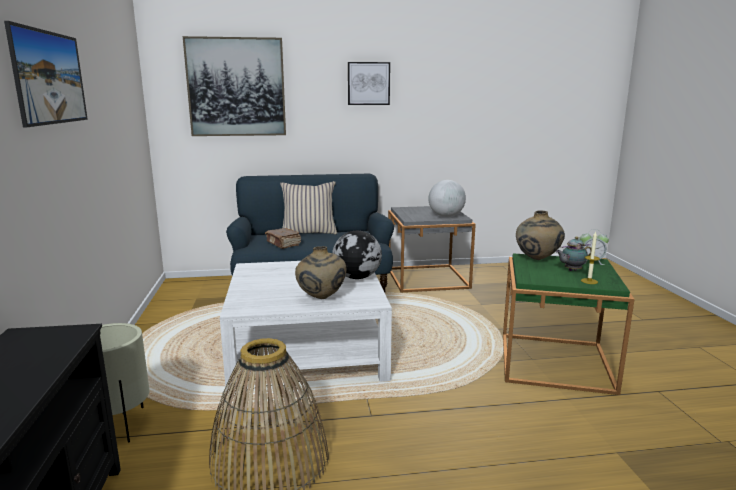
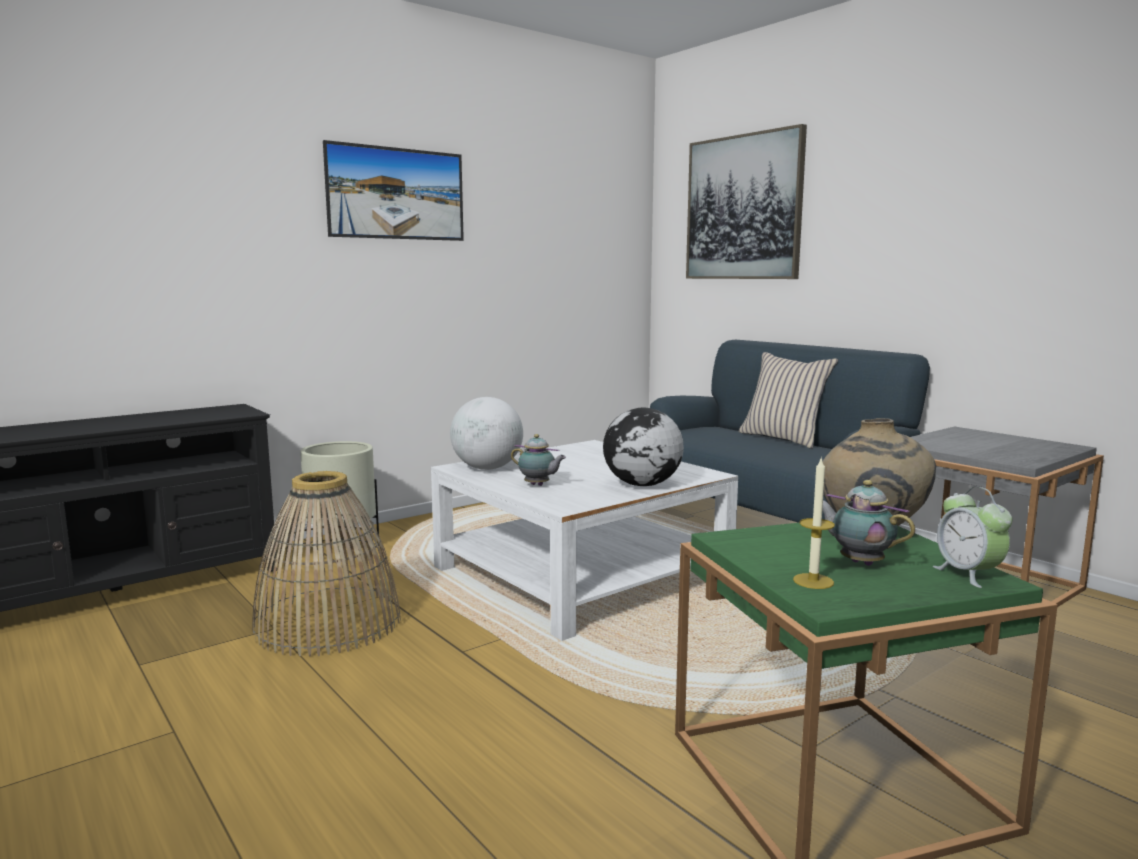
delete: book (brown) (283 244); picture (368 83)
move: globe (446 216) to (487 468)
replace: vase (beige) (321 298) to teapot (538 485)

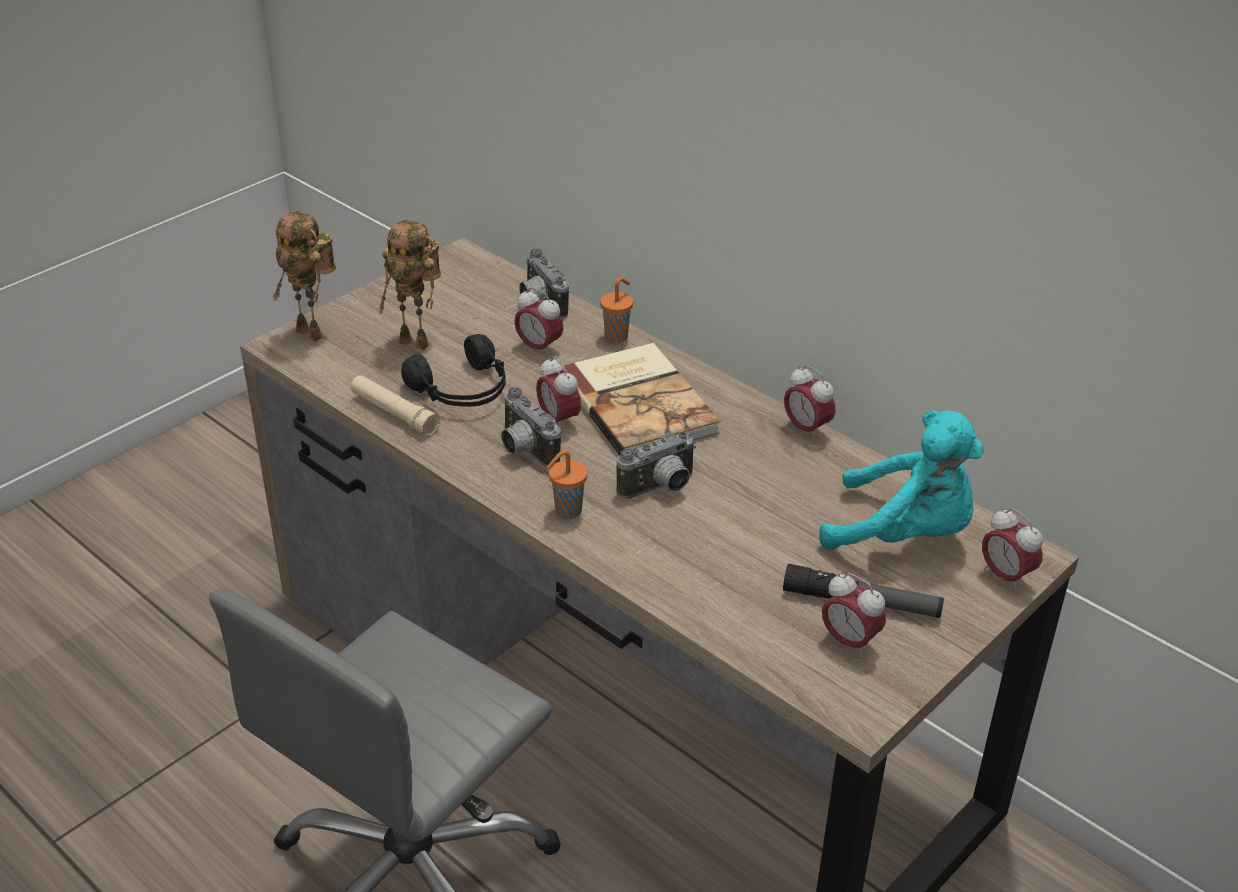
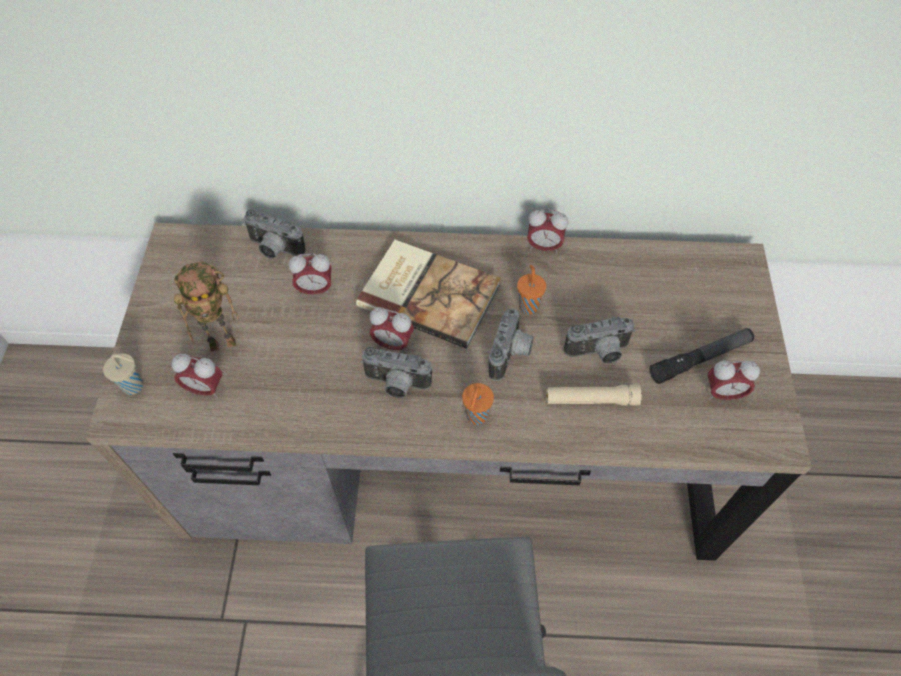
delete: headphones (black) (463 390); plush toy (turquoise) (904 534)
insert: photo camera (598 353)
move: flashlight (beige) (394 413) to (591 400); cup (orange) (617 336) to (528 305); alarm clock (1005 576) to (205 388)
replace: toy robot (313 333) to cup (beige) (134 386)

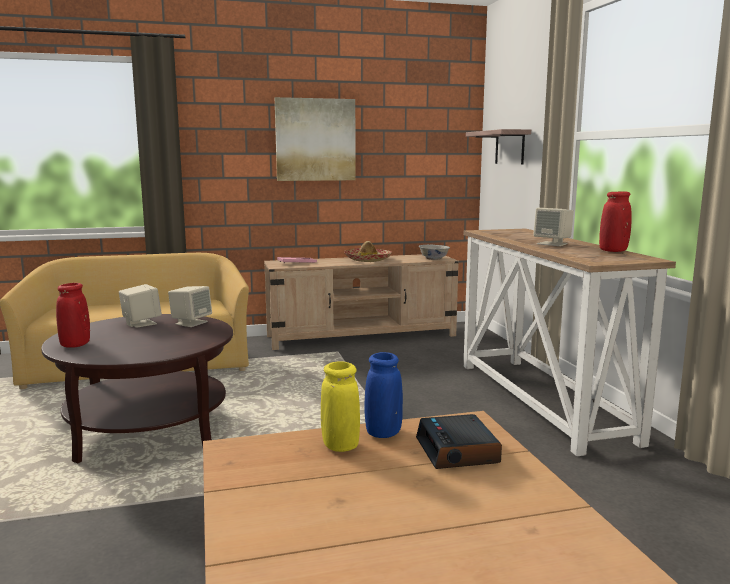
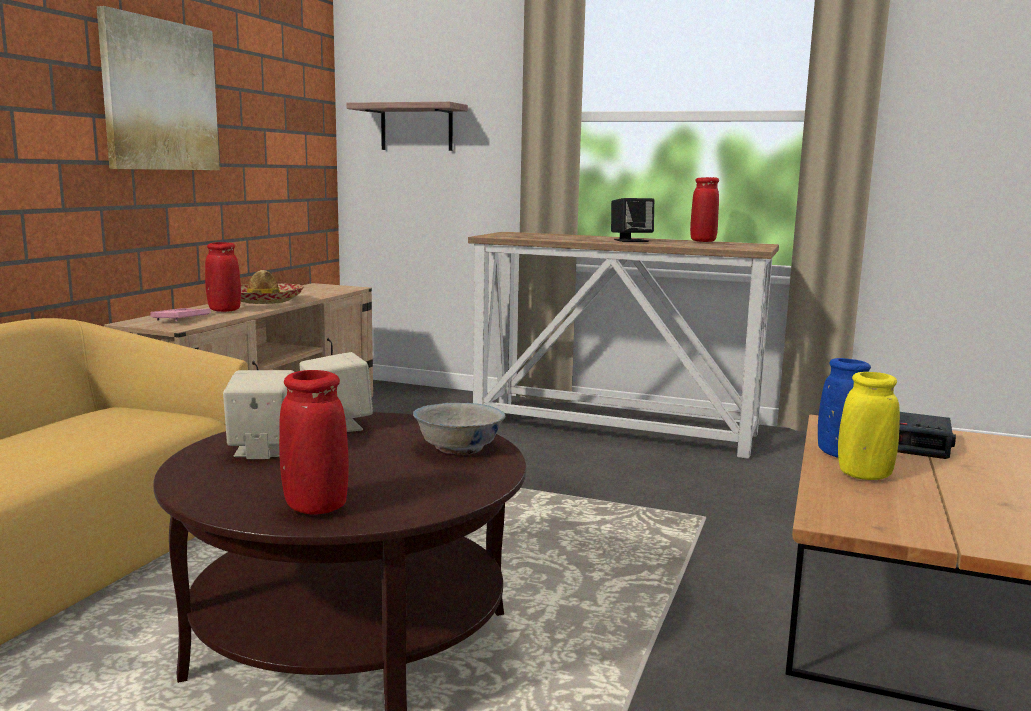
insert: vase (red) (224 310)
move: bowl (white) (433 258) to (458 448)
recolor: speaker (beige) (552 244) to speaker (black) (631 240)

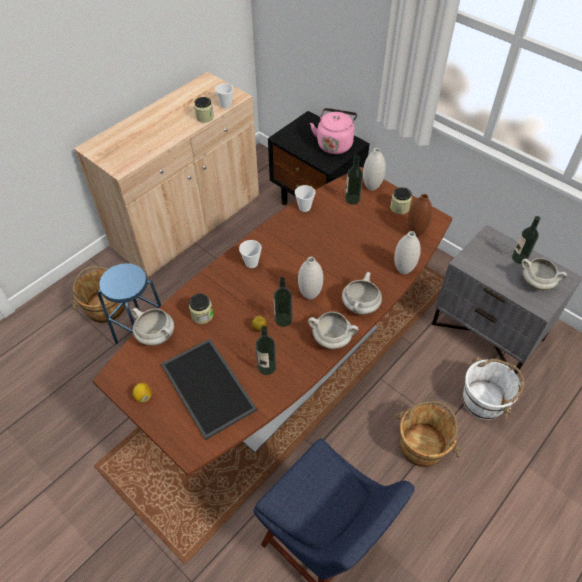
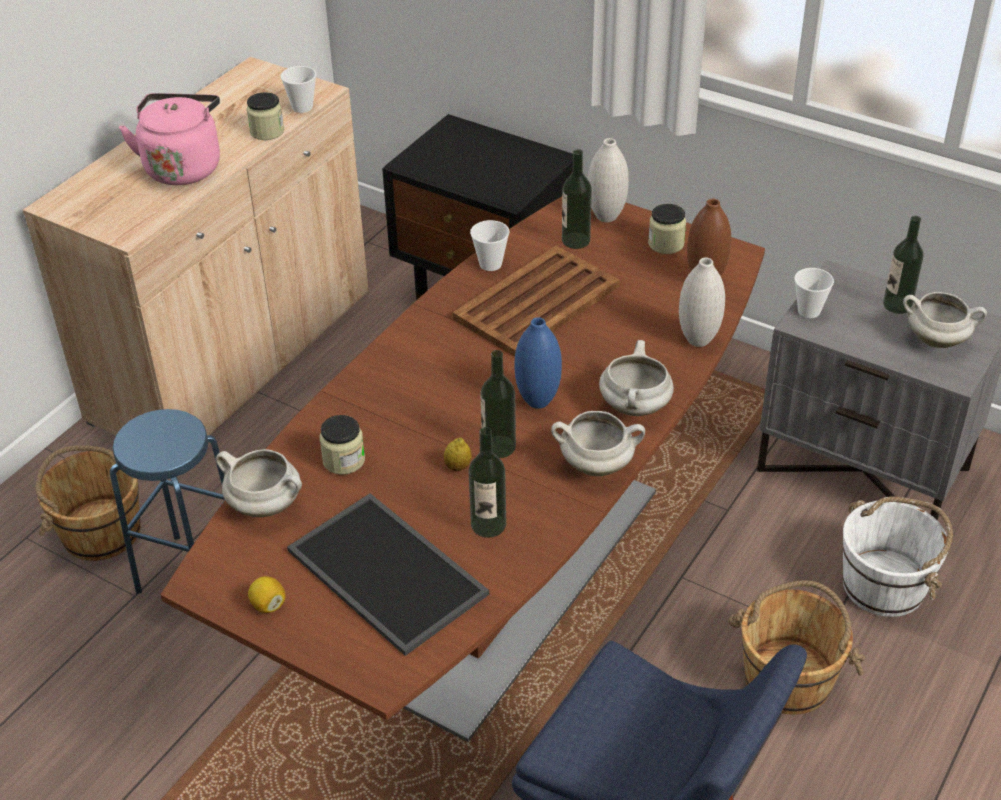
insert: tray (brown) (538 302)
move: cup (251 263) to (809 311); kettle (pink) (334 144) to (183 166)
recolor: vase (white) (310 295) to vase (blue) (538 401)

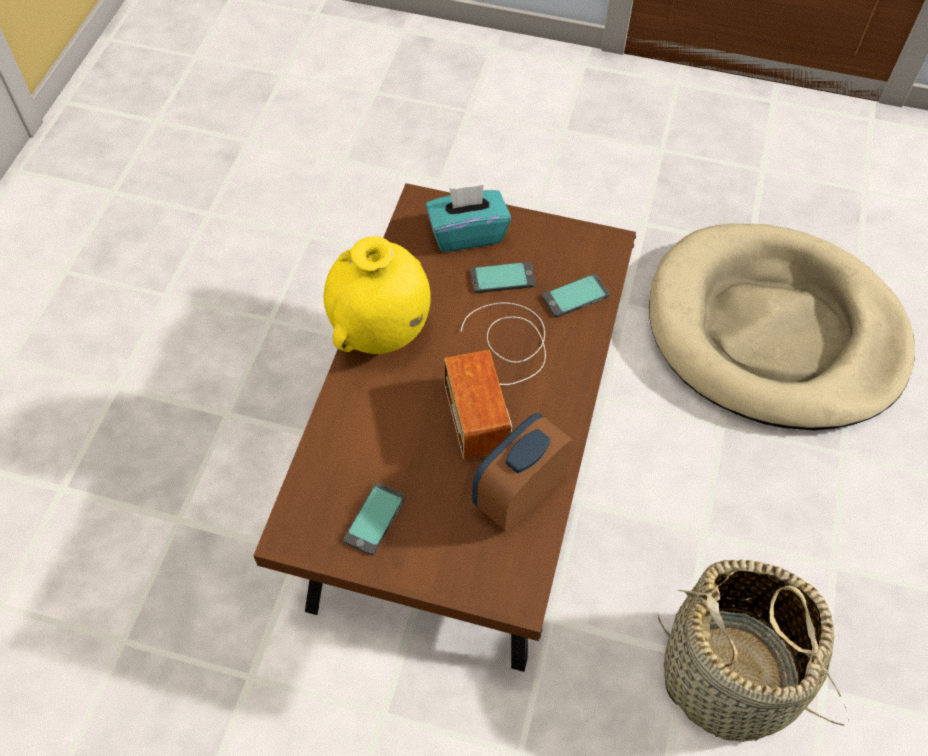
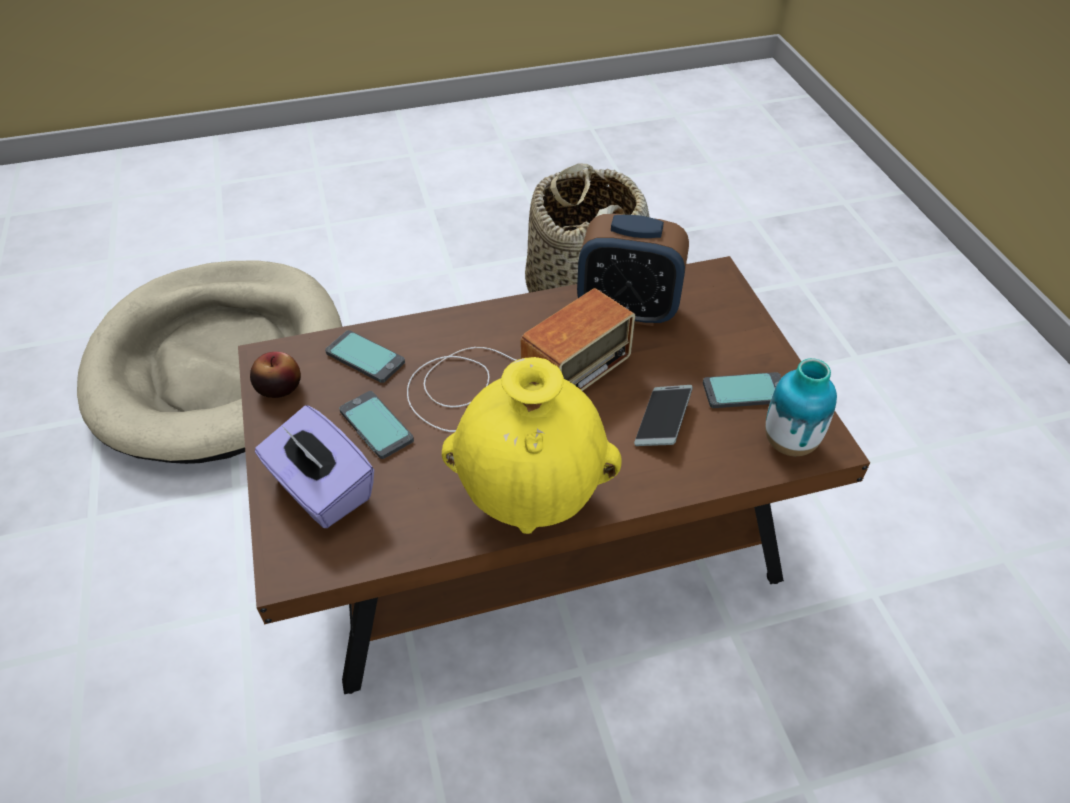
insert: apple (279 387); phone (662 421); vase (789 443)
recolor: tissue box (turquoise) (467 233) to tissue box (purple) (321 490)

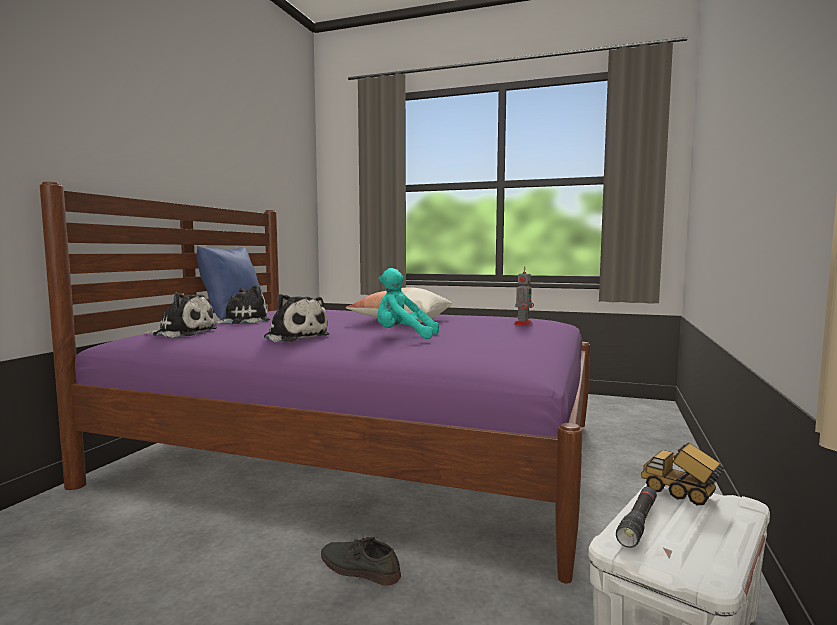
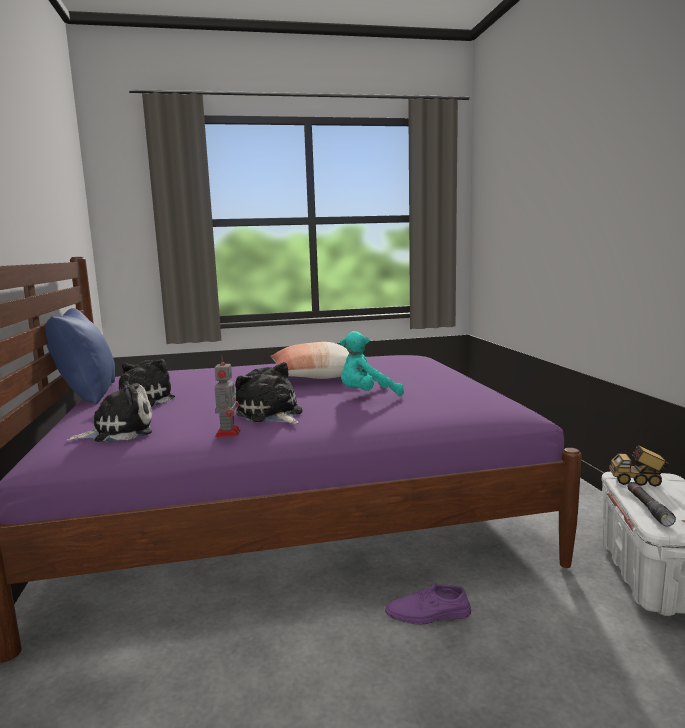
move: toy robot (523 324) to (228 433)
recolor: shoe (grey) (358 568) to shoe (purple) (428 614)
rotate: plush toy (295 337) = (270 414) 135 degrees counterclockwise

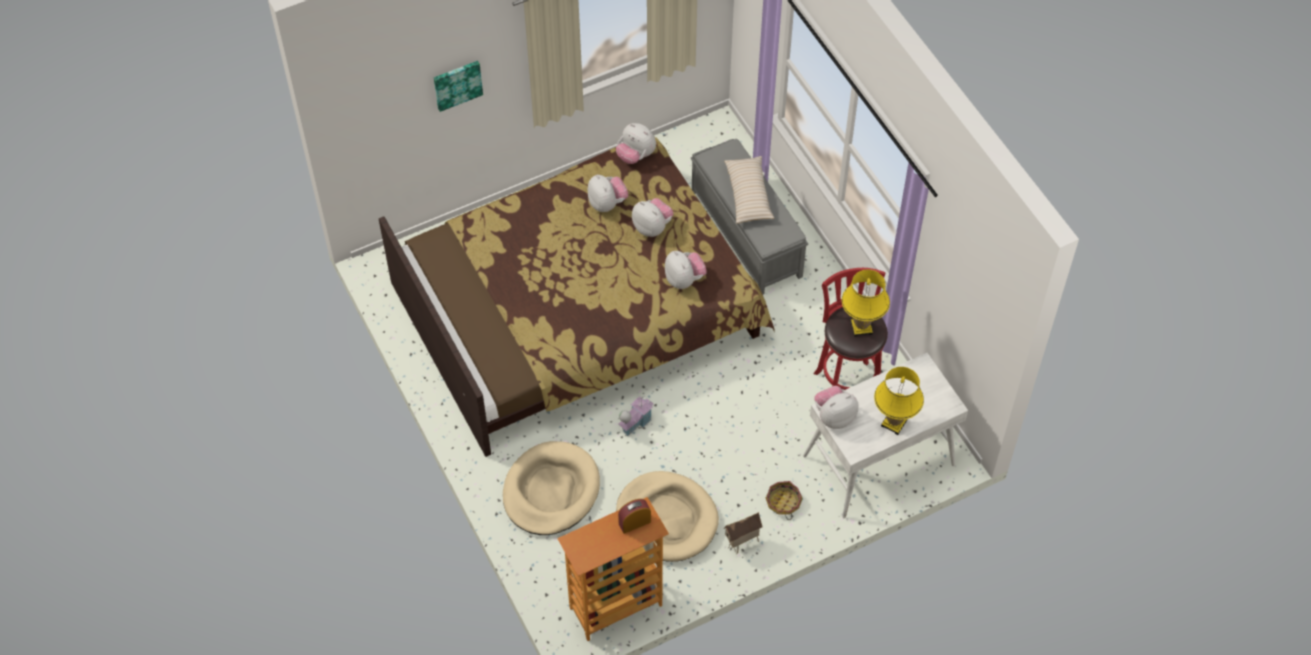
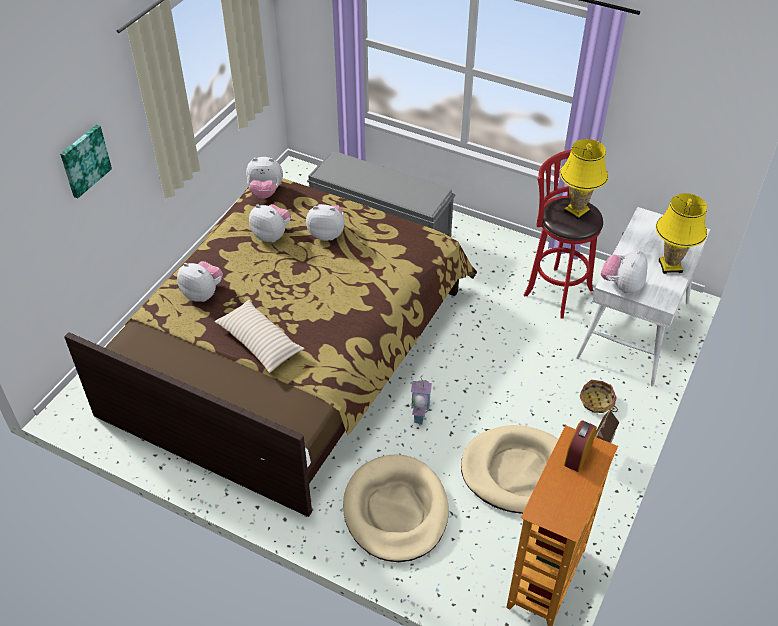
move: plush toy (684 279) to (203 293); pillow (beige) (748 195) to (259 342)

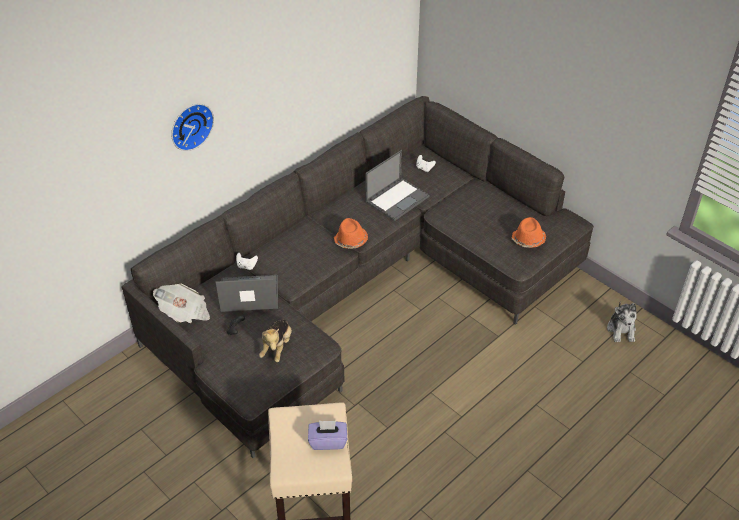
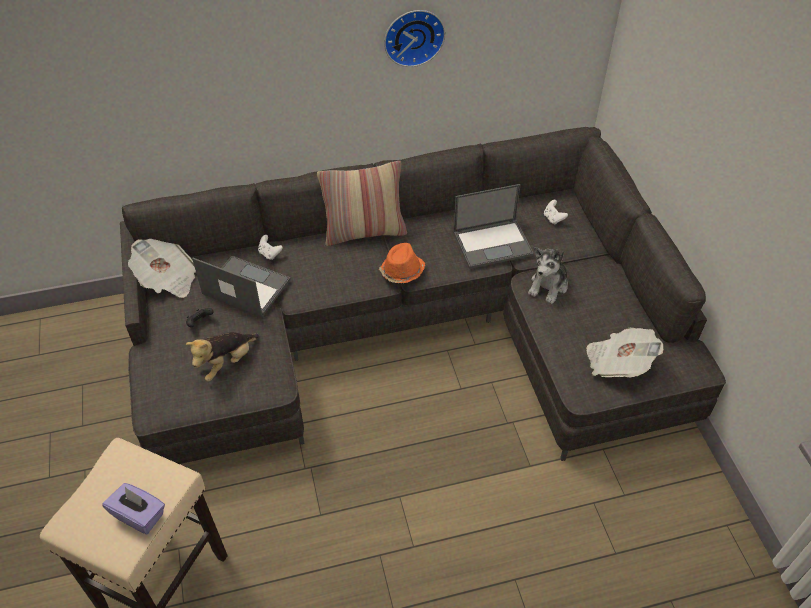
insert: pillow (364 232)
move: wall clock (190 125) to (413 36); plush toy (621 330) to (548 286)
replace: hat (orange) (528 240) to newspaper (618 363)

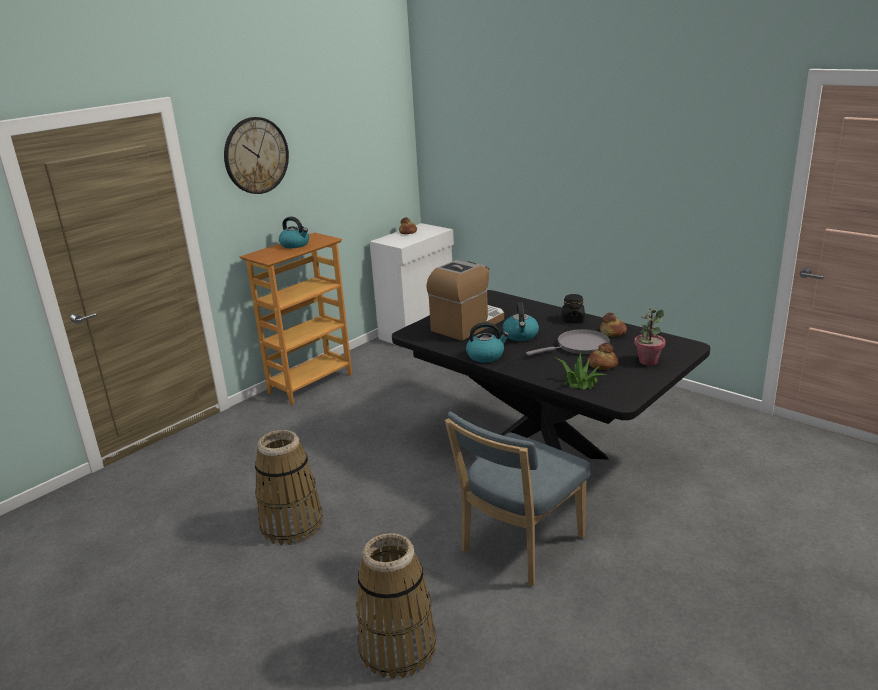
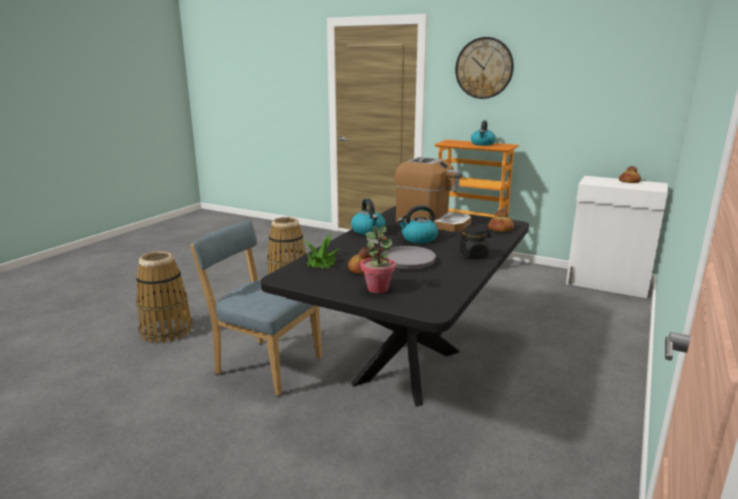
move: bread (613 332) to (501 229)

